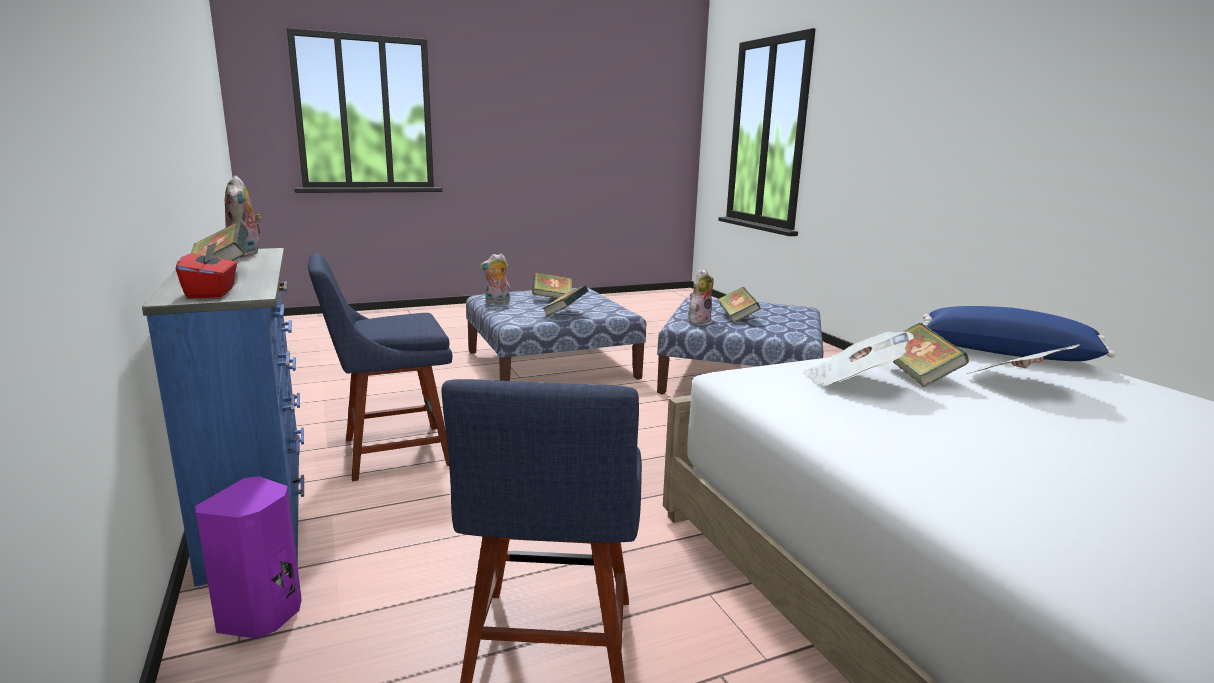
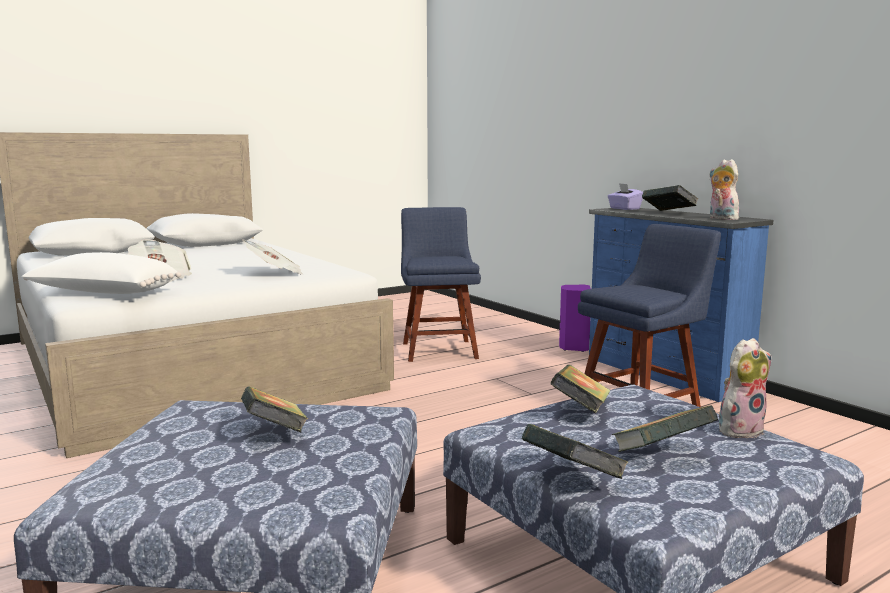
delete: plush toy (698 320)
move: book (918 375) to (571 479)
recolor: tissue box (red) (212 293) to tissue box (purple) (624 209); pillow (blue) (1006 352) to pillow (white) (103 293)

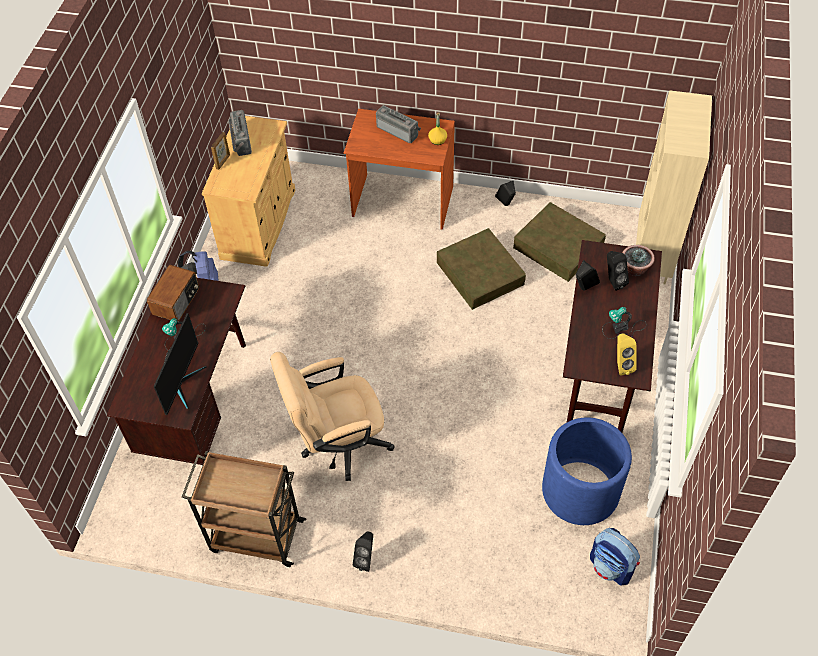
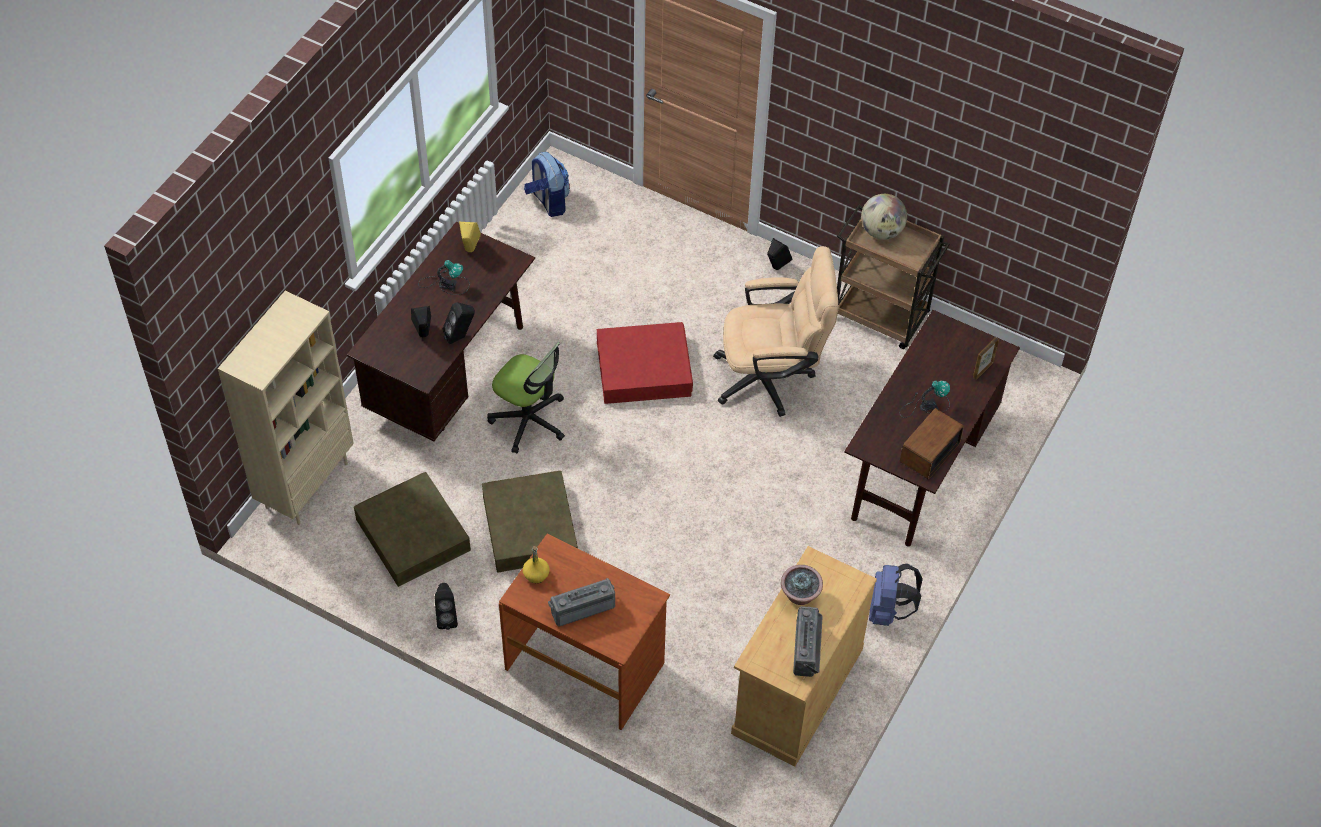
delete: monitor (182 384); planter (blue) (580 491)
insert: office chair (529 420); storage box (red) (643 369); globe (881 231)
move: picture frame (223 162) to (982 370); potted plant (634 269) to (800 596)
rotate: radio (398 130) = (582 607) 105 degrees clockwise

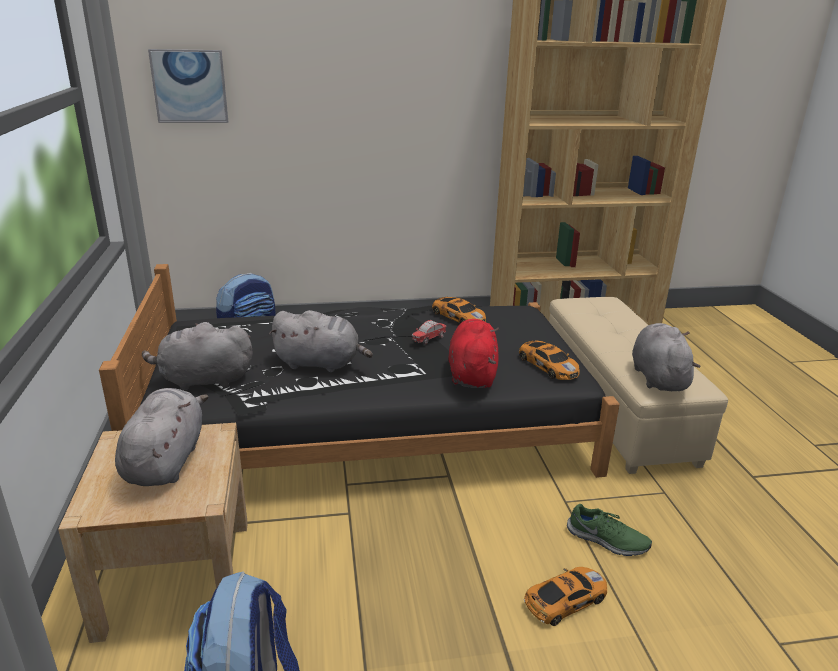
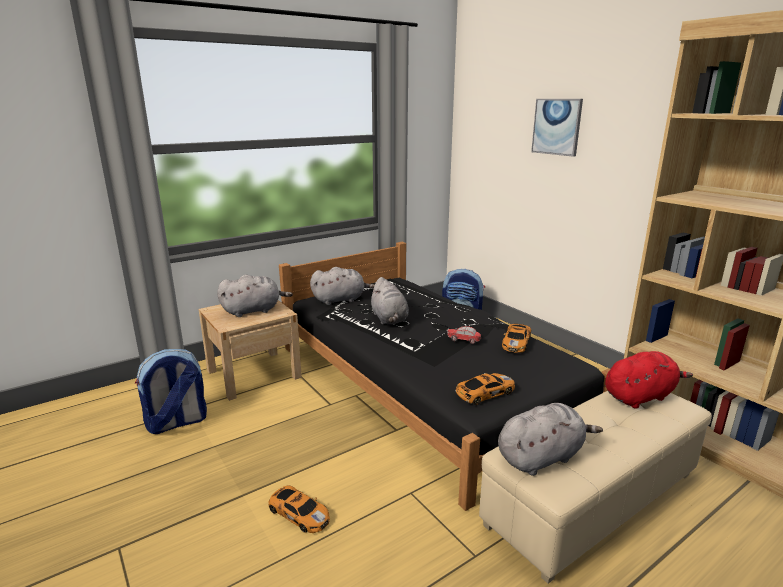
delete: shoe (green) (607 540)
move: picture (189 86) to (556 126); plush toy (red) (472 374) to (640 396)
rotate: plush toy (grey) (203 380) = (341 300) 105 degrees clockwise; toy car (547 365) = (484 393) 150 degrees counterclockwise

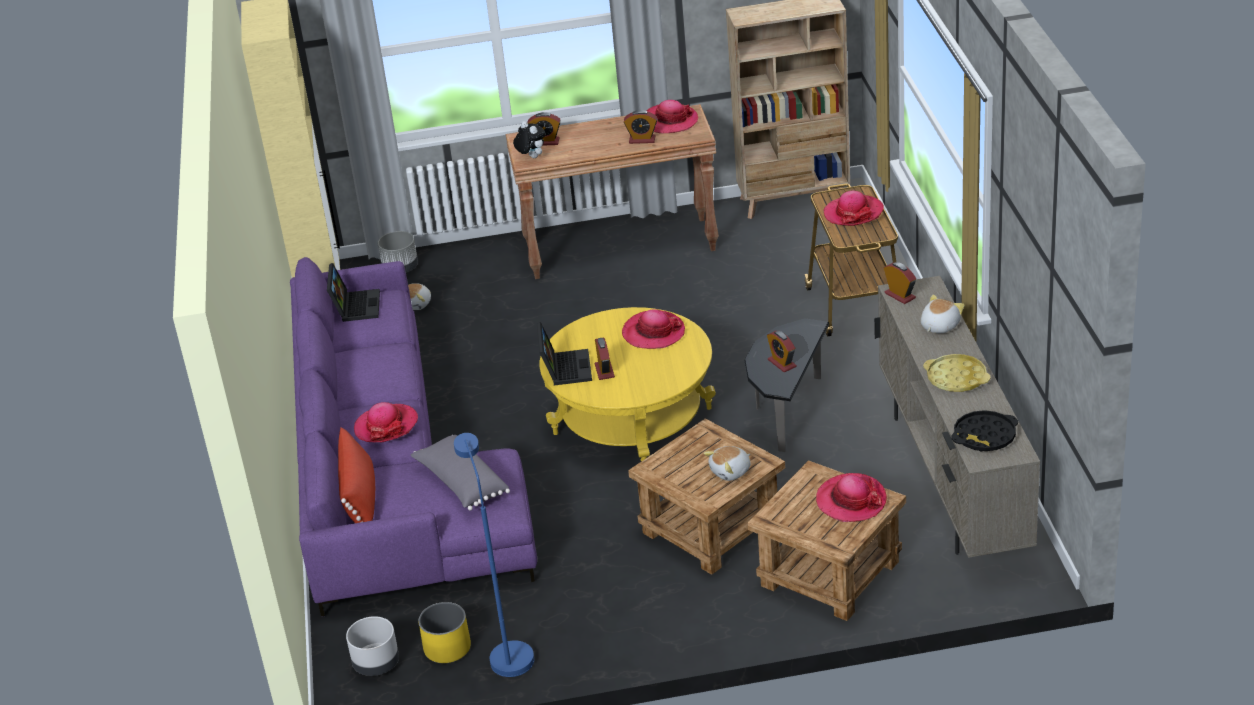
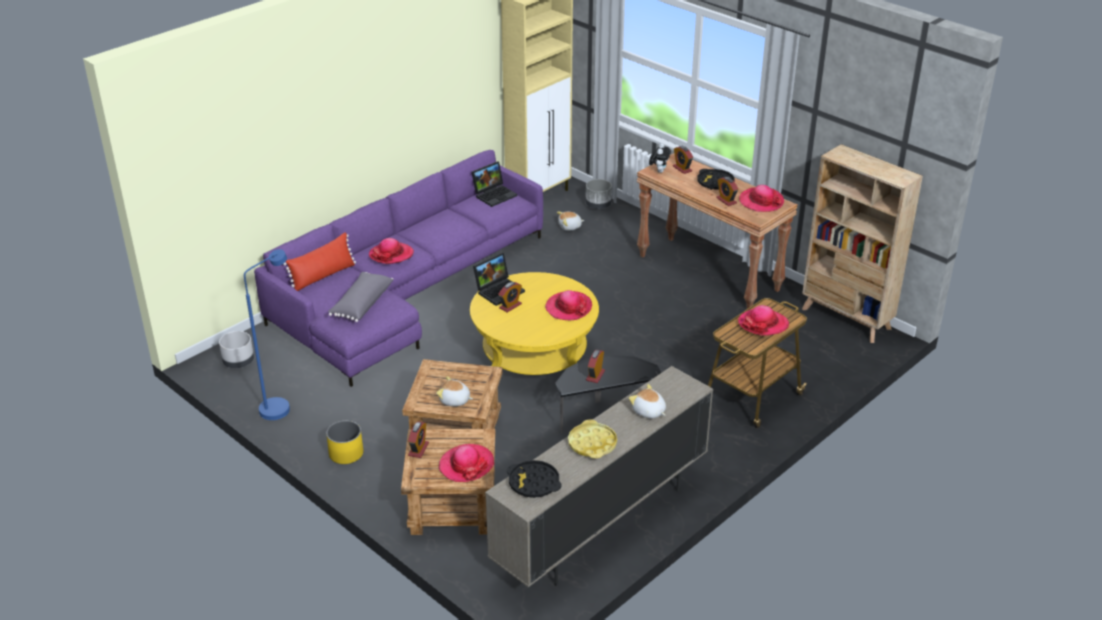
insert: tray (black) (715 183)
move: planter (yellow) (447 648) to (346 454); alarm clock (900 296) to (418 449)
rotate: plush toy (939 326) = (648 412) 135 degrees counterclockwise

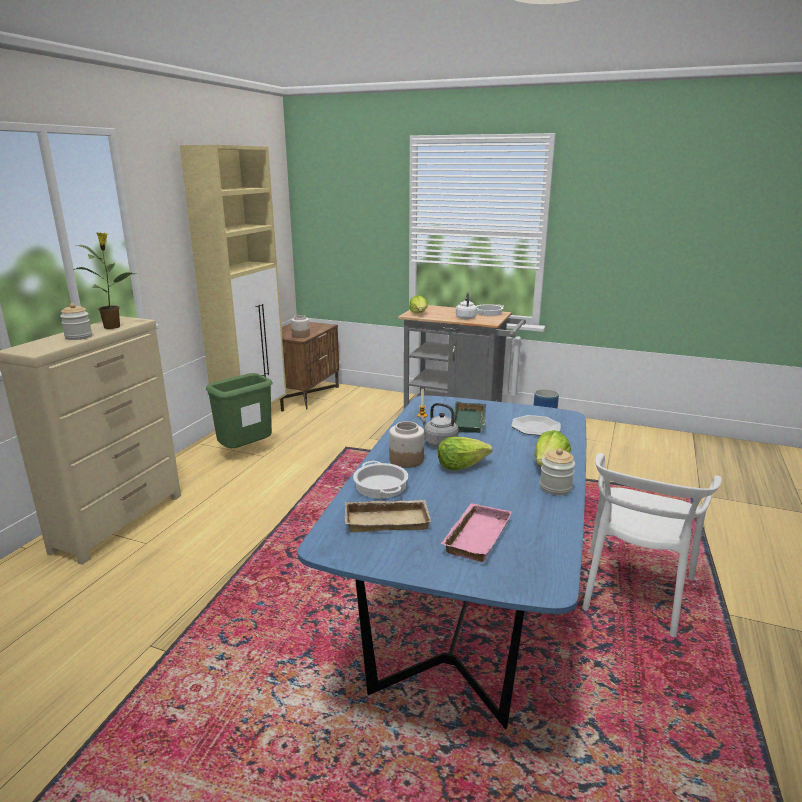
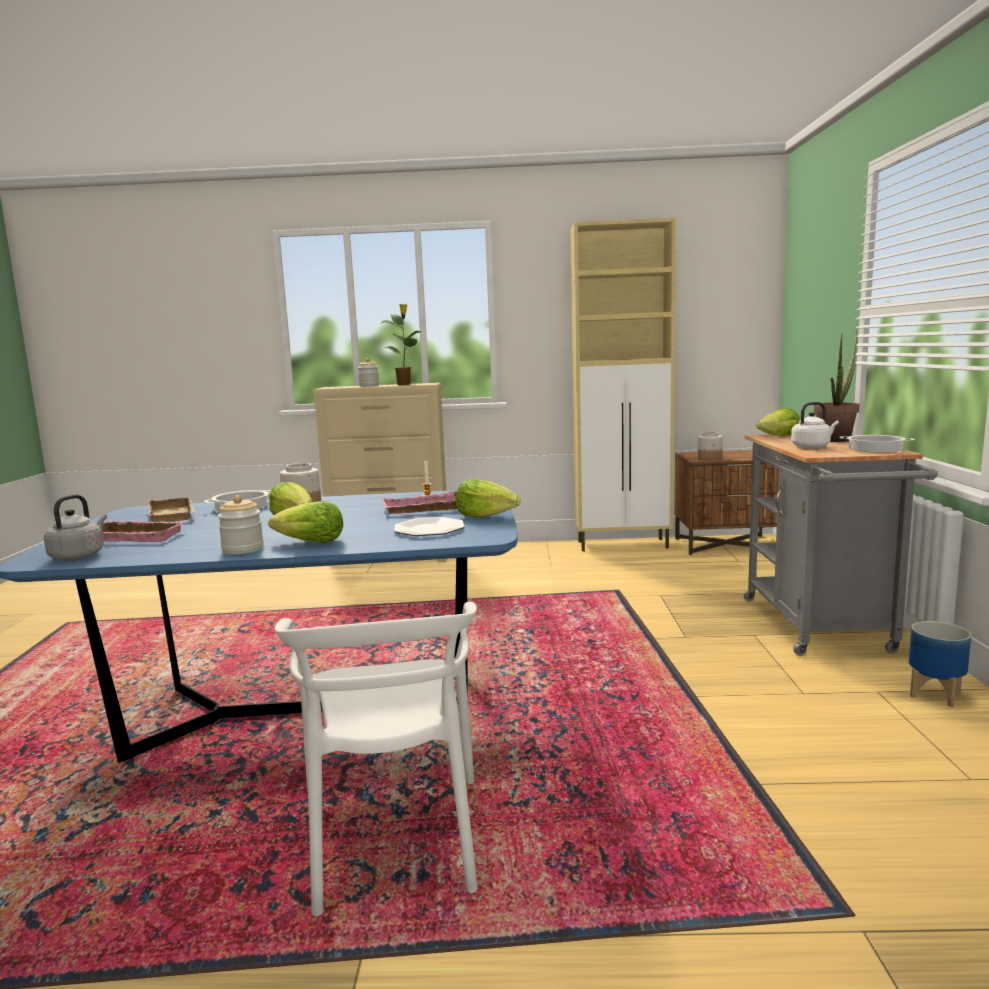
delete: trash can (green) (246 452)
insert: lettuce (486 516); potted plant (836 439)
move: kettle (grey) (438 443) to (79 556)
recolor: tray (green) (471 422) to tray (pink) (422 509)
rotate: chair (white) (634 591) = (393 838) 105 degrees counterclockwise

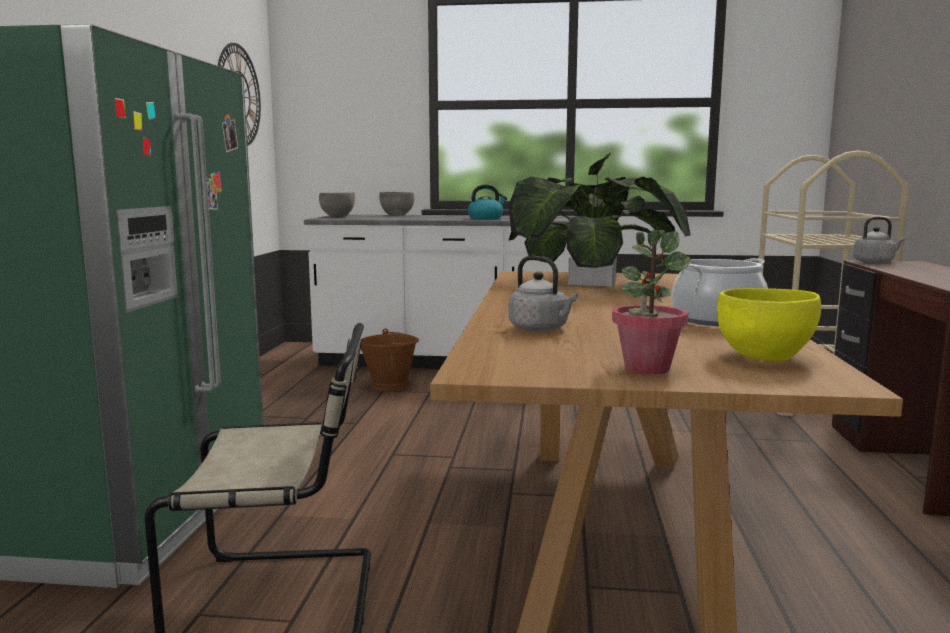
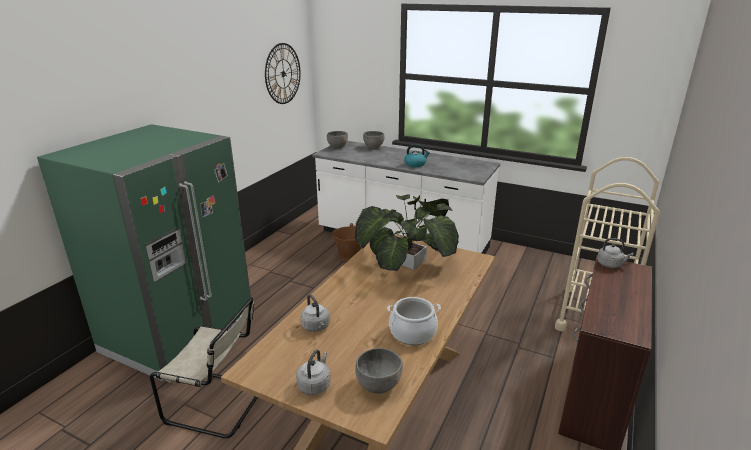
replace: potted plant (646 368) to kettle (grey) (315 385)
recolor: bowl (yellow) (763 357) to bowl (grey) (379 385)

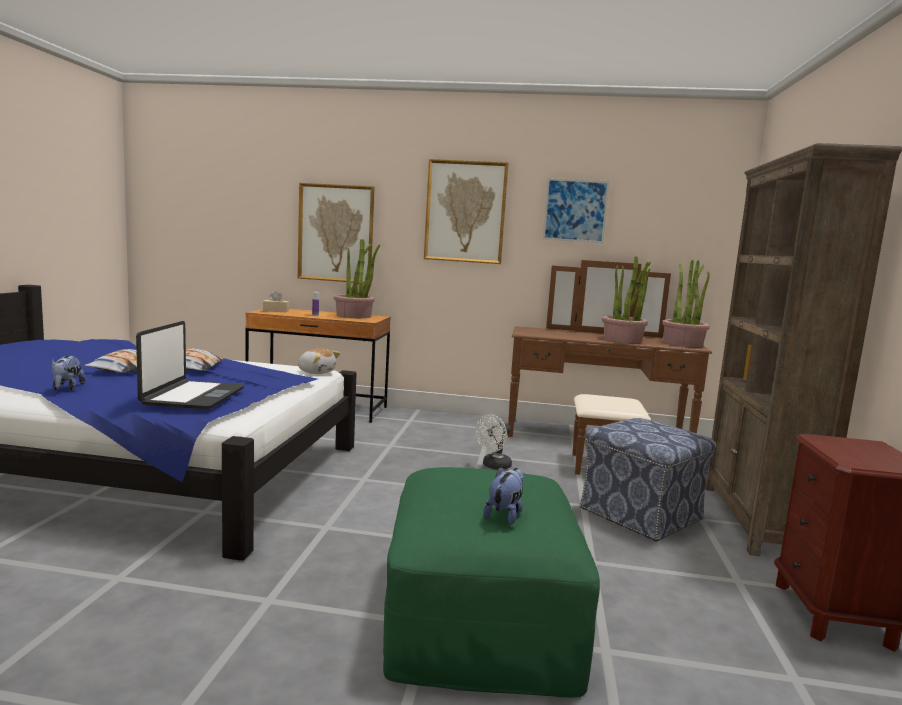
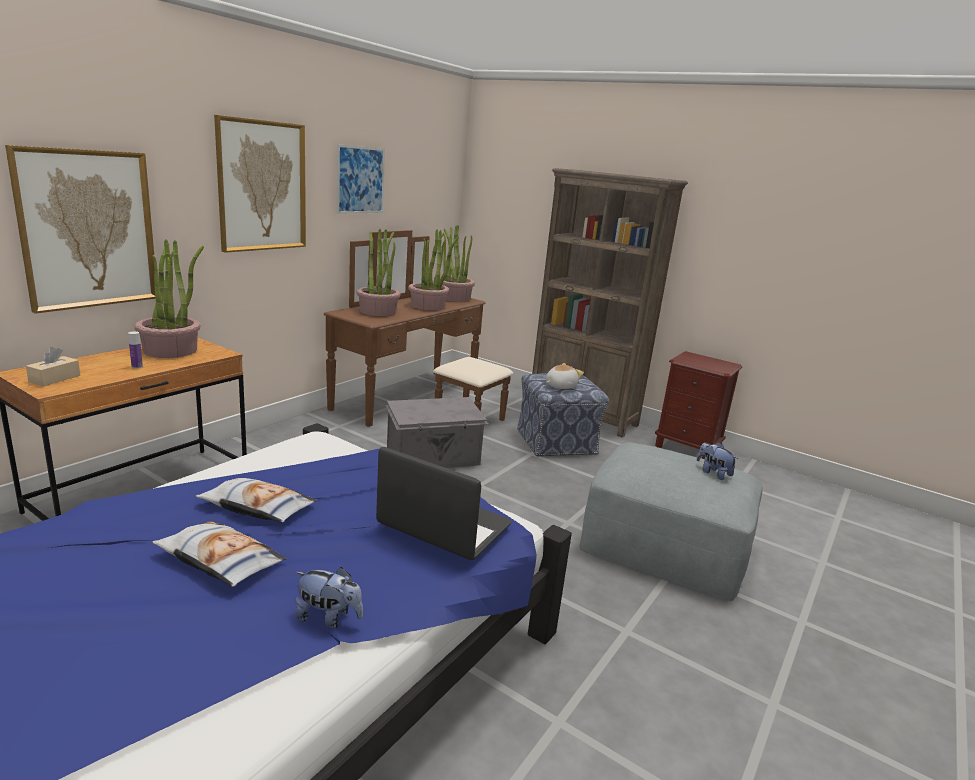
insert: potted plant (378 311)
move: plush toy (316 372) to (560 386)
replace: fan (white) (494 466) to storage box (grey) (434 457)
recolor: ottoman (green) (480 613) to ottoman (grey) (665 545)

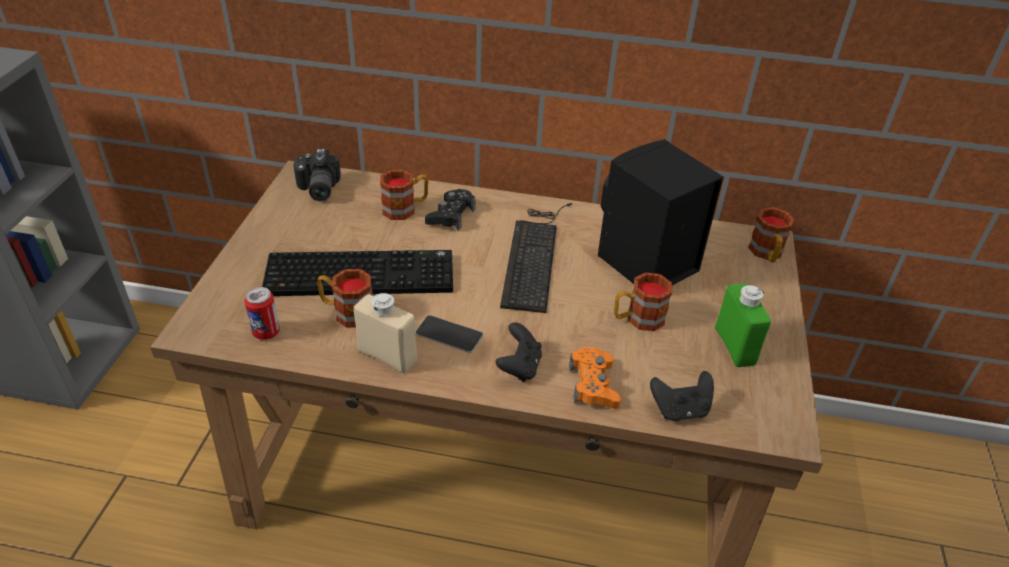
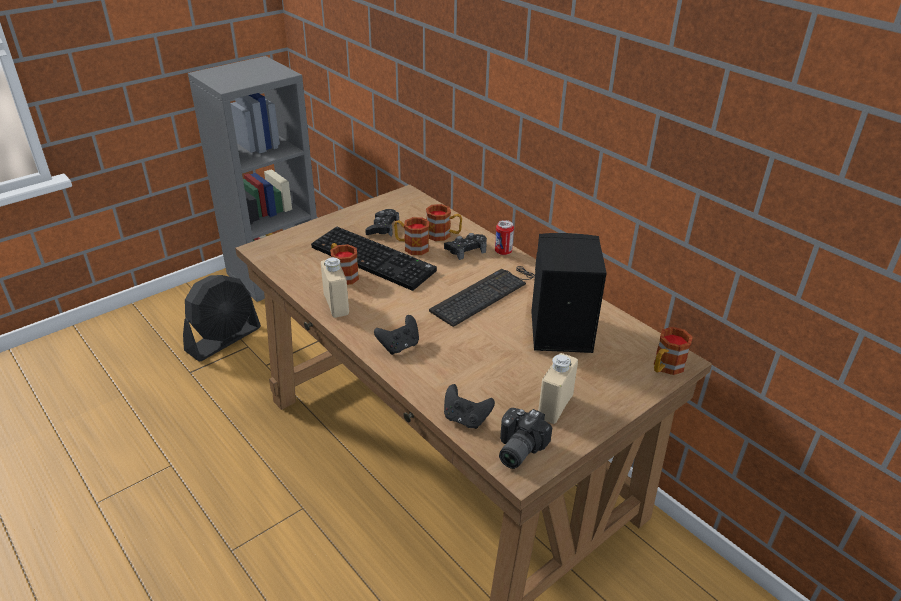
delete: phone (449 334); game controller (orange) (593 385)
insert: fan (black) (224 339); game controller (black) (383 228)
move: can (266 332) to (503 252); photo camera (317 189) to (516 448); mug (637 319) to (411 247)
recolor: bottle (green) (734 346) to bottle (beige) (555 406)

